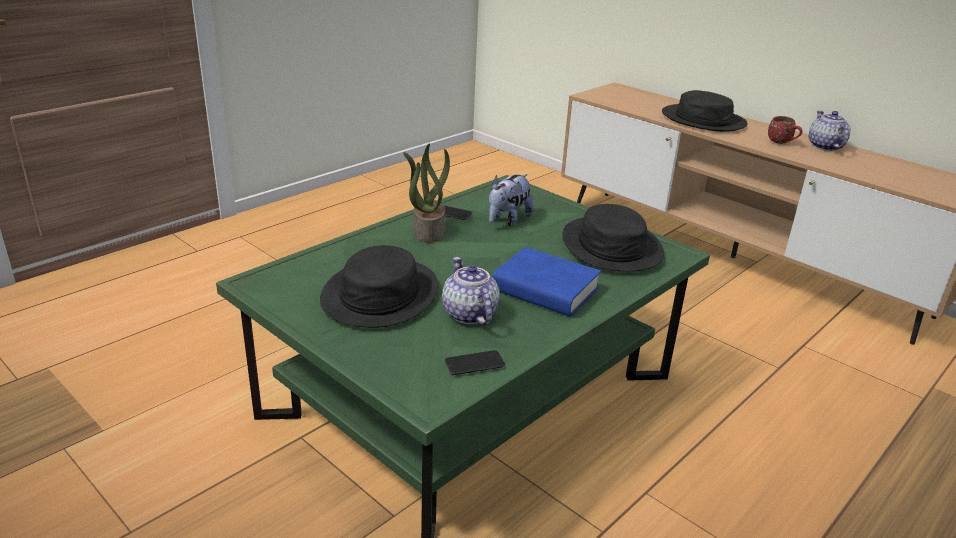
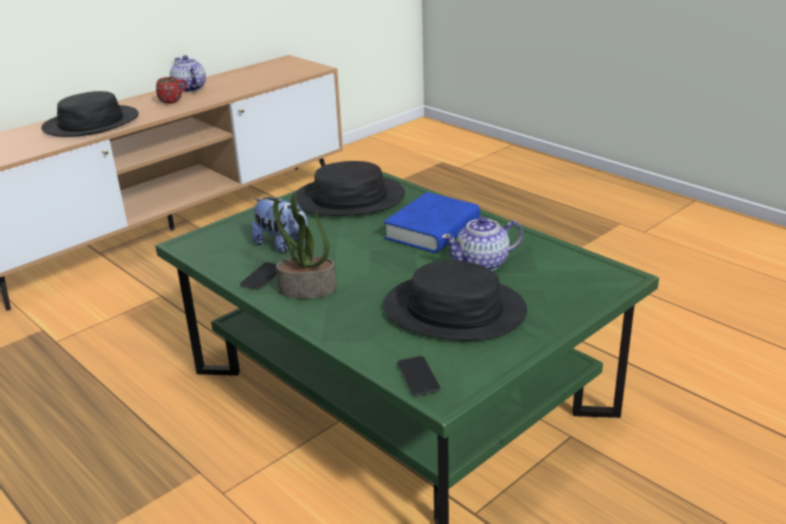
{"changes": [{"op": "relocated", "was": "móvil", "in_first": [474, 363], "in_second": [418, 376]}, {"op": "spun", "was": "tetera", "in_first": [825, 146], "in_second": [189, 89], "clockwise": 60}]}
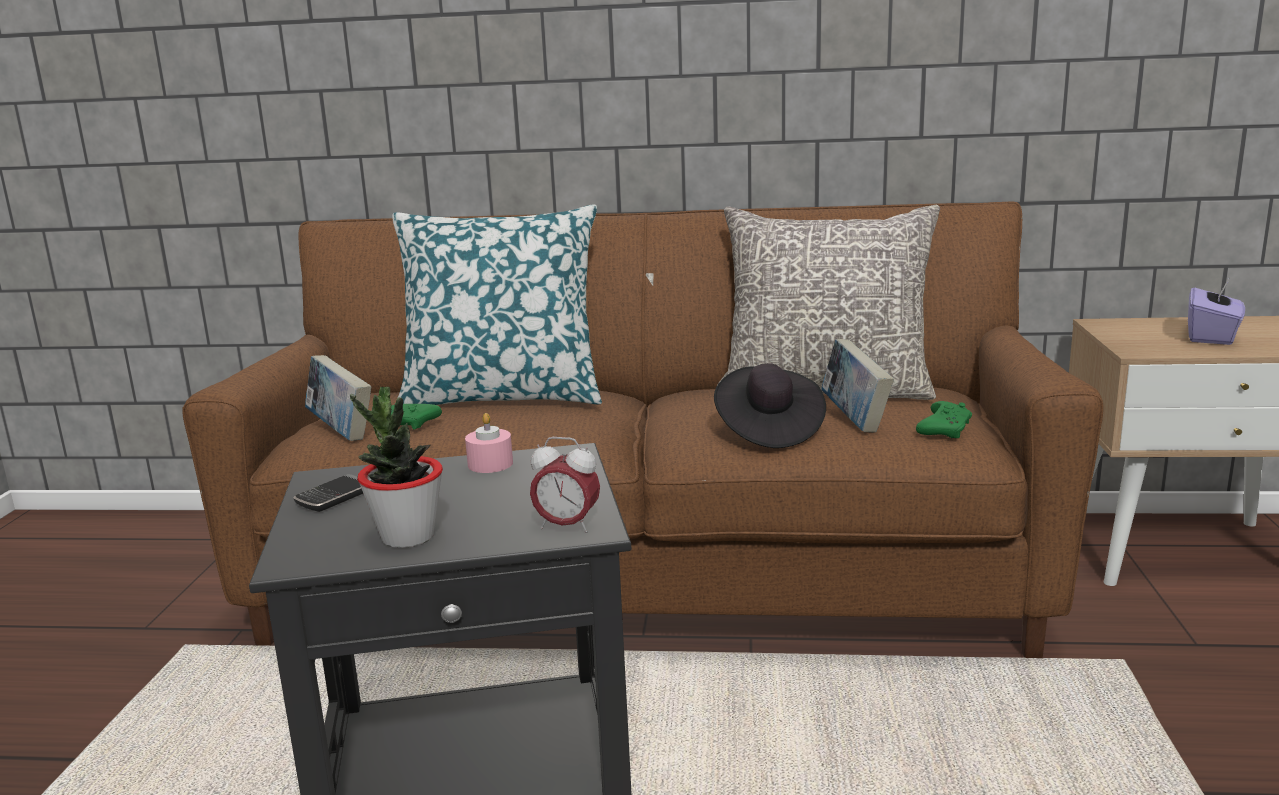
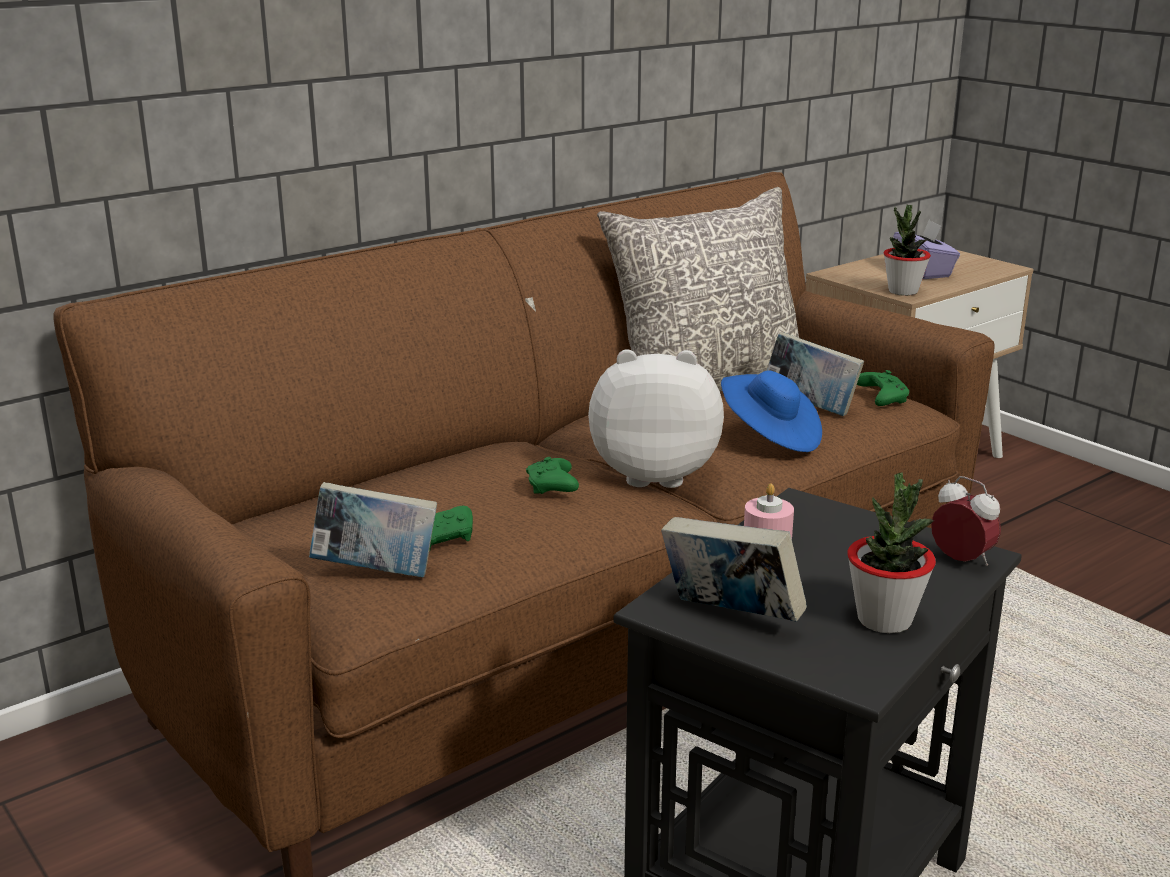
{"changes": [{"op": "exchanged", "was": "móvil", "now": "libro", "in_first": [335, 497], "in_second": [730, 617]}, {"op": "missing", "was": "cojín", "in_first": [503, 397]}, {"op": "spun", "was": "despertador", "in_first": [567, 526], "in_second": [961, 561], "clockwise": -105}, {"op": "colour", "was": "sombrero [negro]", "now": "sombrero [azul]", "in_first": [768, 430], "in_second": [770, 437]}, {"op": "appeared", "now": "mando de consola [verde]", "in_second": [552, 487]}, {"op": "appeared", "now": "peluche", "in_second": [654, 474]}, {"op": "appeared", "now": "planta en maceta", "in_second": [903, 291]}]}
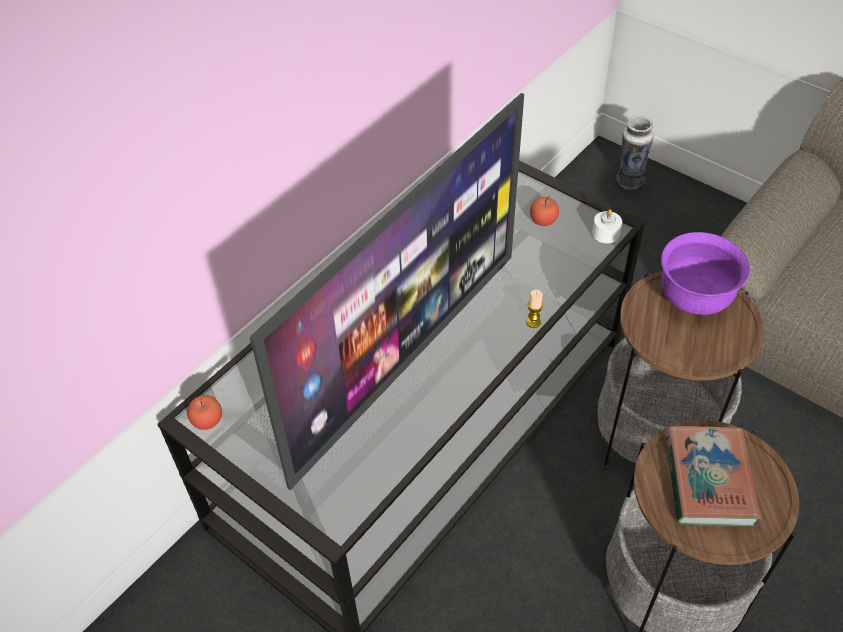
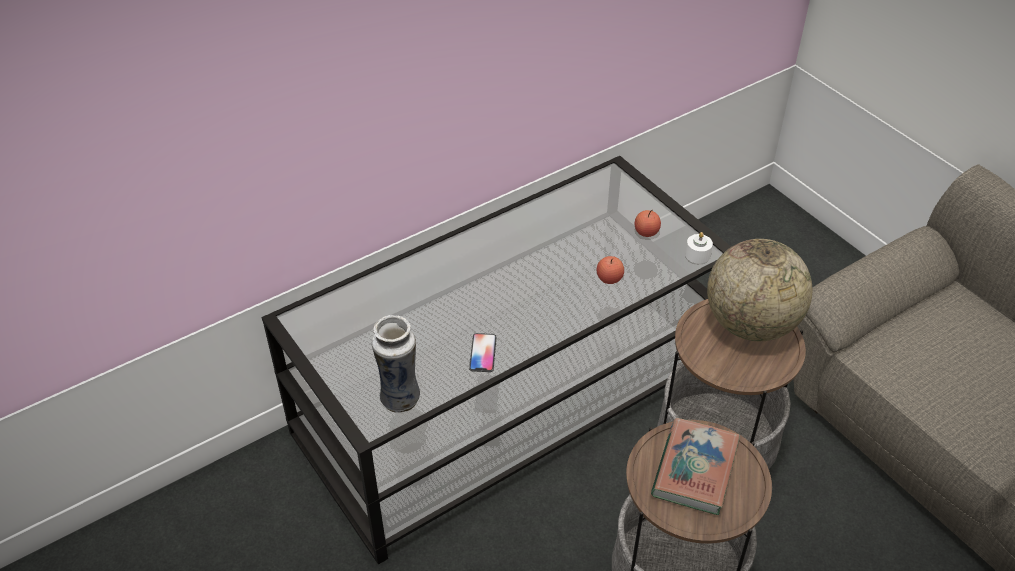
{"changes": [{"op": "relocated", "was": "manzana", "in_first": [207, 421], "in_second": [609, 279]}, {"op": "missing", "was": "televisor", "in_first": [405, 359]}, {"op": "missing", "was": "vela", "in_first": [533, 322]}, {"op": "relocated", "was": "florero", "in_first": [629, 181], "in_second": [400, 398]}, {"op": "exchanged", "was": "cuenco [morado]", "now": "globo terráqueo", "in_first": [694, 299], "in_second": [751, 324]}, {"op": "appeared", "now": "móvil", "in_second": [483, 353]}]}
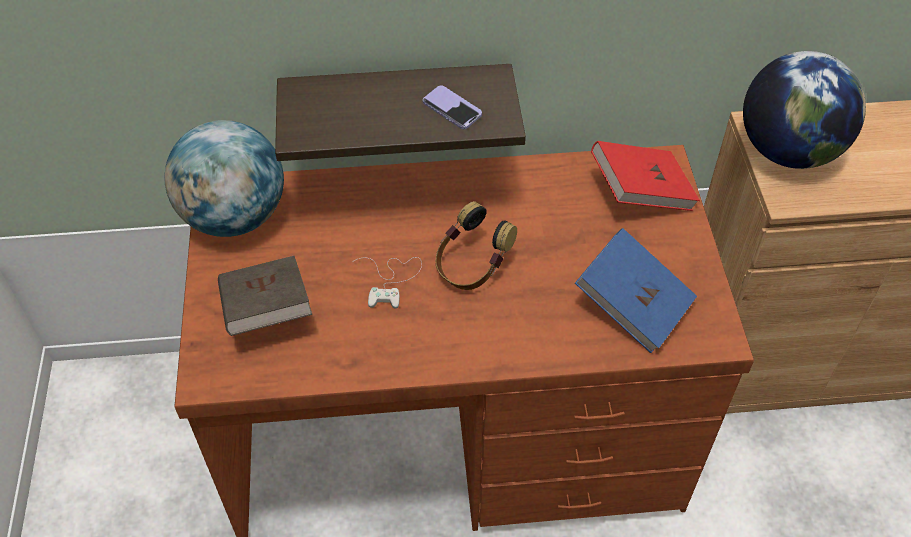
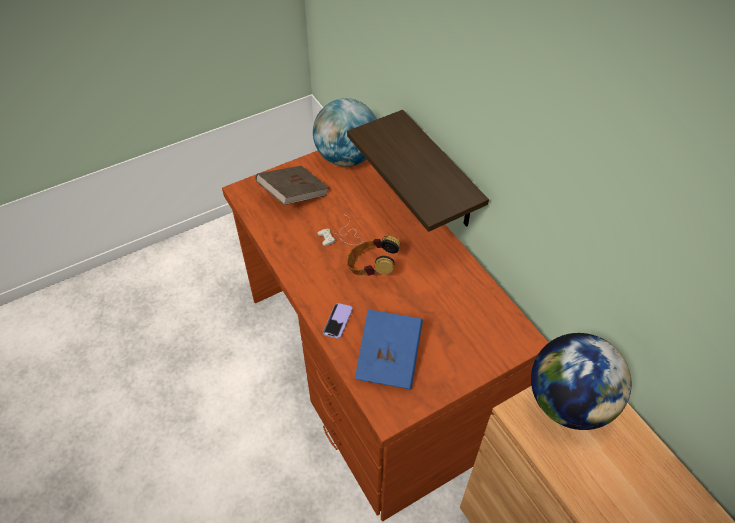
{"changes": [{"op": "relocated", "was": "móvil", "in_first": [452, 109], "in_second": [337, 321]}, {"op": "missing", "was": "libro [rojo]", "in_first": [641, 192]}]}
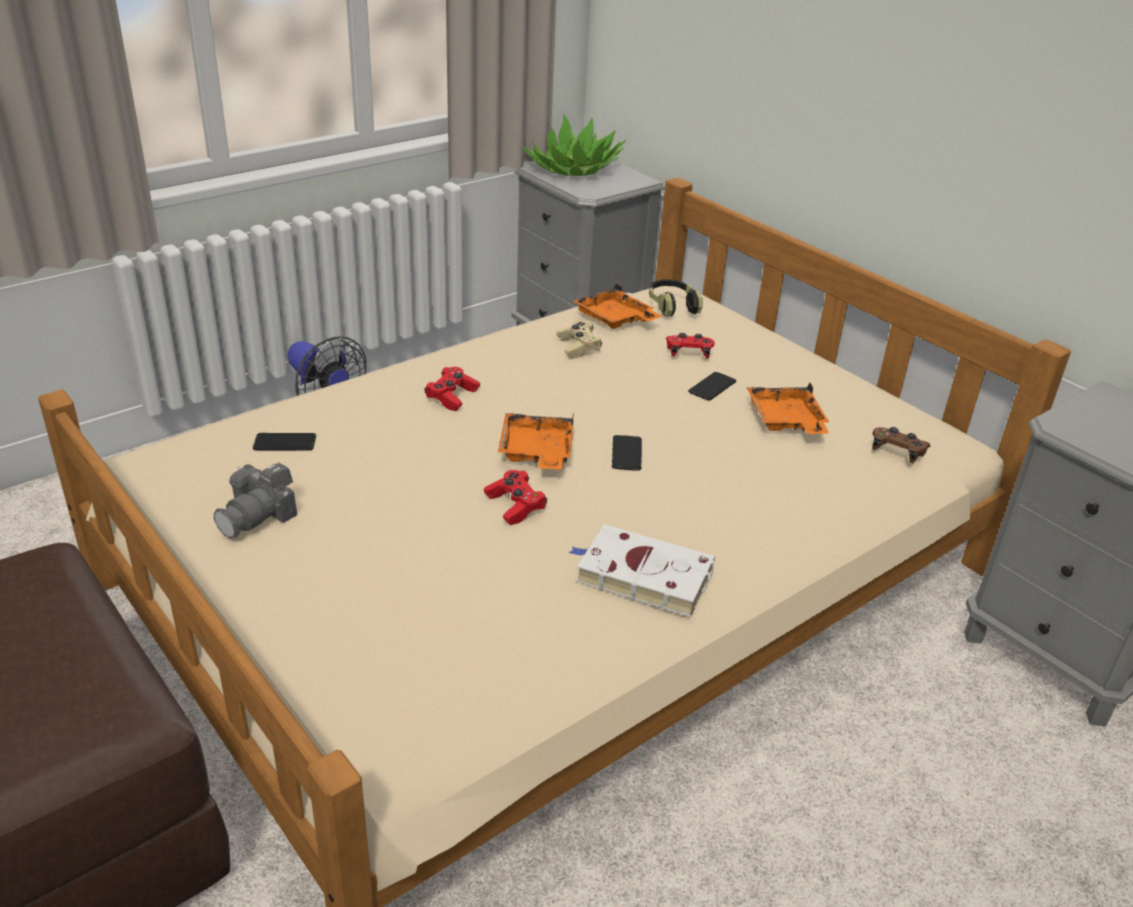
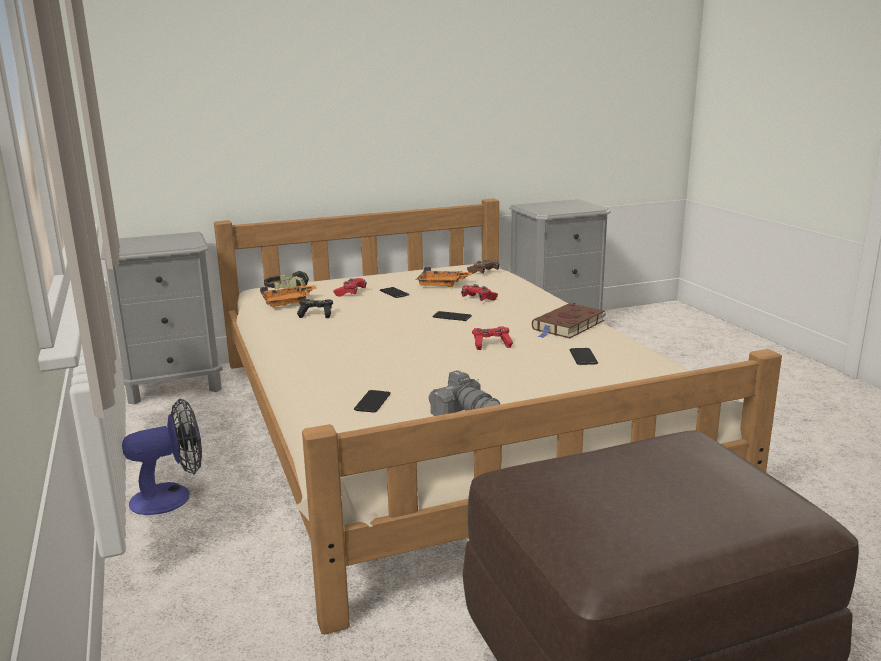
{"changes": [{"op": "relocated", "was": "mando de consola [rojo]", "in_first": [452, 397], "in_second": [478, 299]}, {"op": "missing", "was": "bandeja [naranja]", "in_first": [536, 453]}, {"op": "missing", "was": "planta en maceta", "in_first": [571, 168]}, {"op": "colour", "was": "mando de consola [beis]", "now": "mando de consola [negro]", "in_first": [578, 347], "in_second": [316, 314]}, {"op": "colour", "was": "libro [blanco]", "now": "libro [marrón]", "in_first": [640, 575], "in_second": [567, 326]}, {"op": "appeared", "now": "móvil", "in_second": [583, 357]}]}
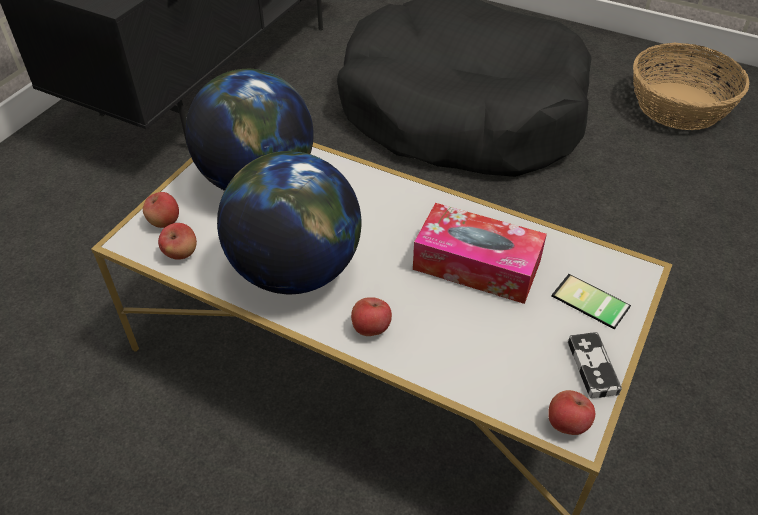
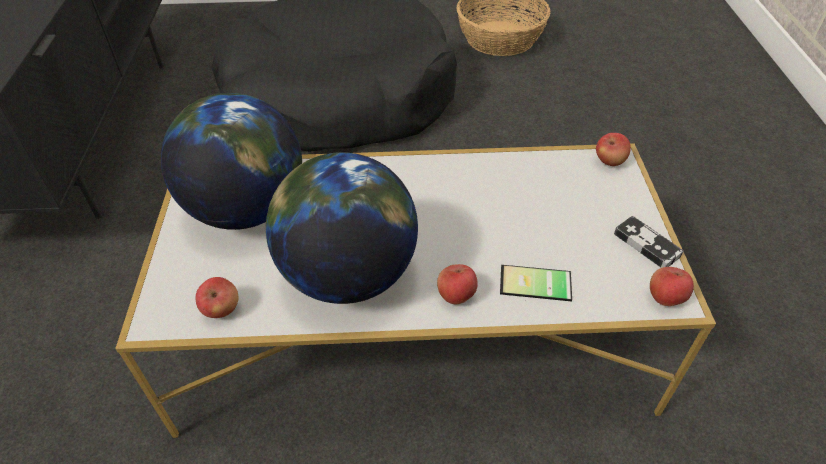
{"changes": [{"op": "relocated", "was": "manzana", "in_first": [164, 222], "in_second": [609, 161]}, {"op": "missing", "was": "caja de pañuelos", "in_first": [476, 265]}, {"op": "relocated", "was": "móvil", "in_first": [588, 303], "in_second": [535, 286]}]}
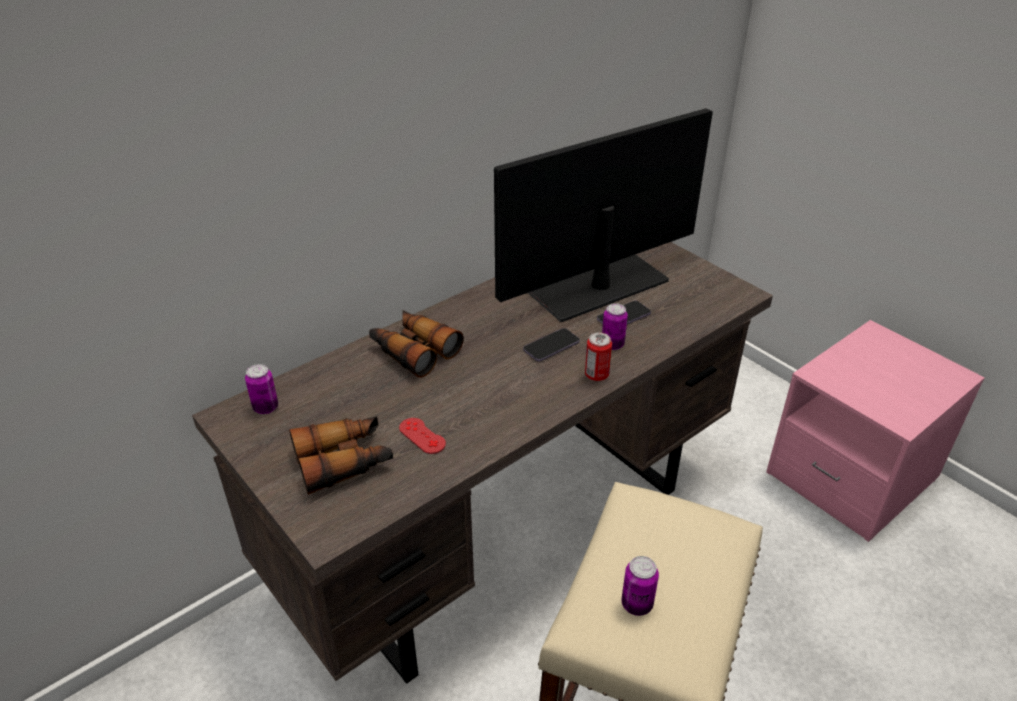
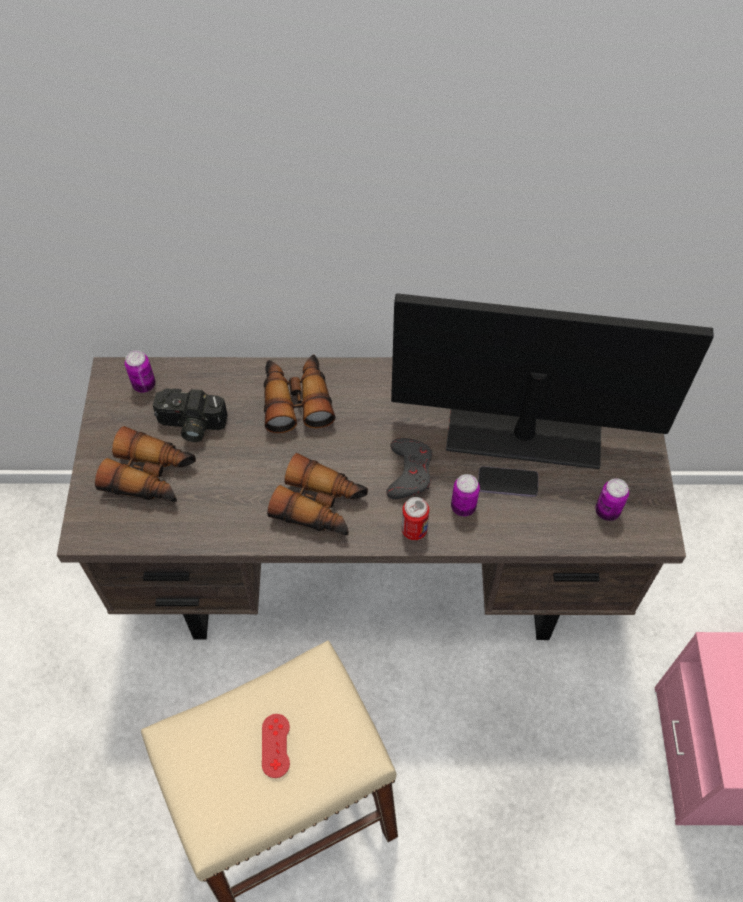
{"changes": [{"op": "relocated", "was": "mando de consola [rojo]", "in_first": [422, 436], "in_second": [275, 745]}, {"op": "exchanged", "was": "móvil", "now": "mando de consola [gris]", "in_first": [551, 346], "in_second": [409, 472]}, {"op": "relocated", "was": "lata", "in_first": [637, 604], "in_second": [607, 511]}, {"op": "appeared", "now": "cámara", "in_second": [190, 425]}, {"op": "appeared", "now": "prismáticos", "in_second": [321, 506]}]}
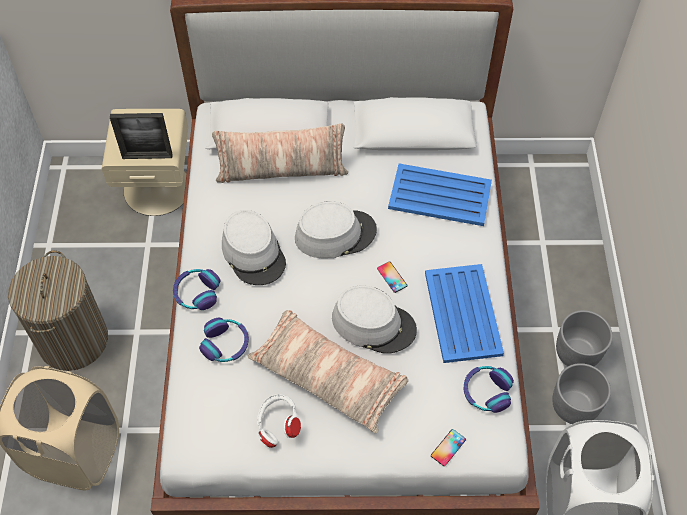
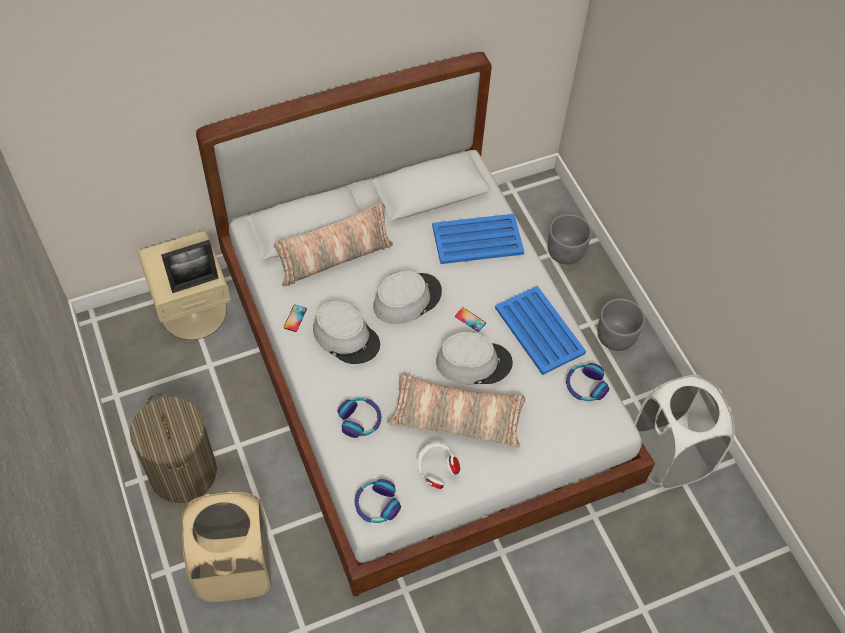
{"changes": [{"op": "relocated", "was": "auriculares", "in_first": [197, 293], "in_second": [376, 505]}, {"op": "relocated", "was": "móvil", "in_first": [448, 447], "in_second": [295, 318]}, {"op": "relocated", "was": "maceta [gris]", "in_first": [574, 406], "in_second": [565, 252]}]}
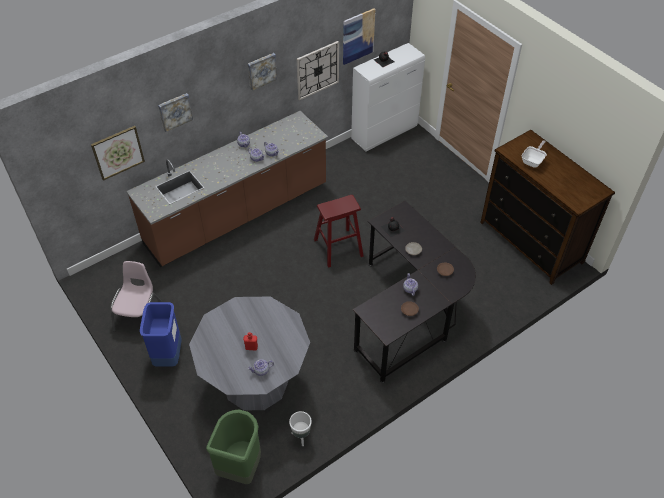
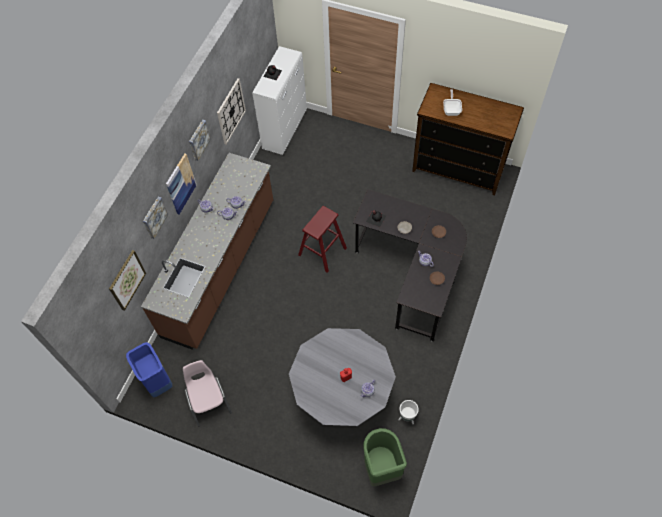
{"changes": [{"op": "relocated", "was": "papelera [azul]", "in_first": [168, 355], "in_second": [158, 382]}, {"op": "relocated", "was": "cuadro", "in_first": [358, 36], "in_second": [180, 184]}]}
